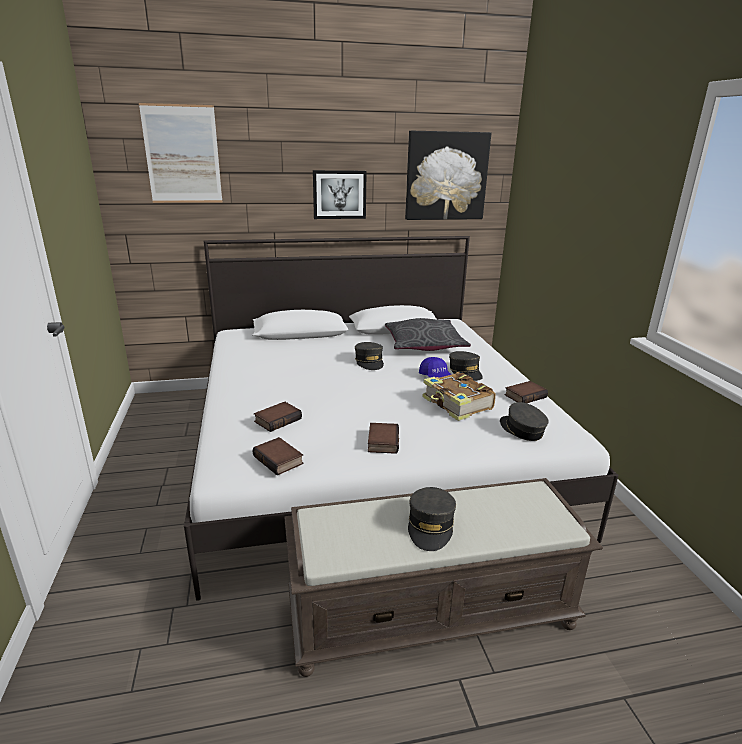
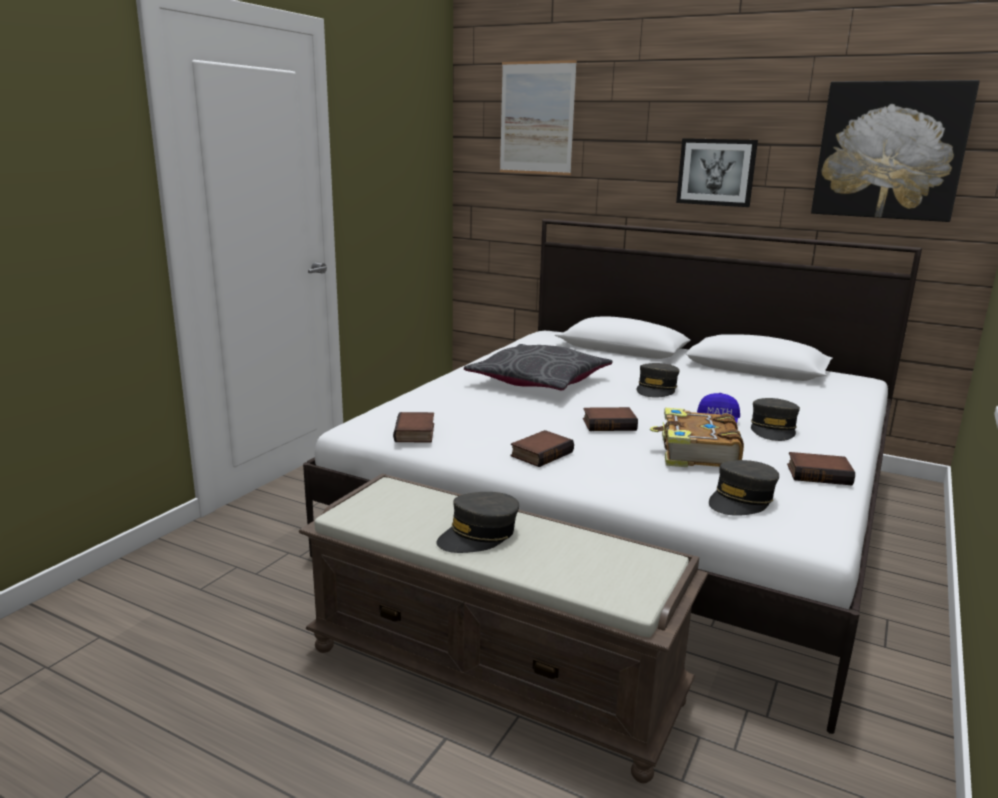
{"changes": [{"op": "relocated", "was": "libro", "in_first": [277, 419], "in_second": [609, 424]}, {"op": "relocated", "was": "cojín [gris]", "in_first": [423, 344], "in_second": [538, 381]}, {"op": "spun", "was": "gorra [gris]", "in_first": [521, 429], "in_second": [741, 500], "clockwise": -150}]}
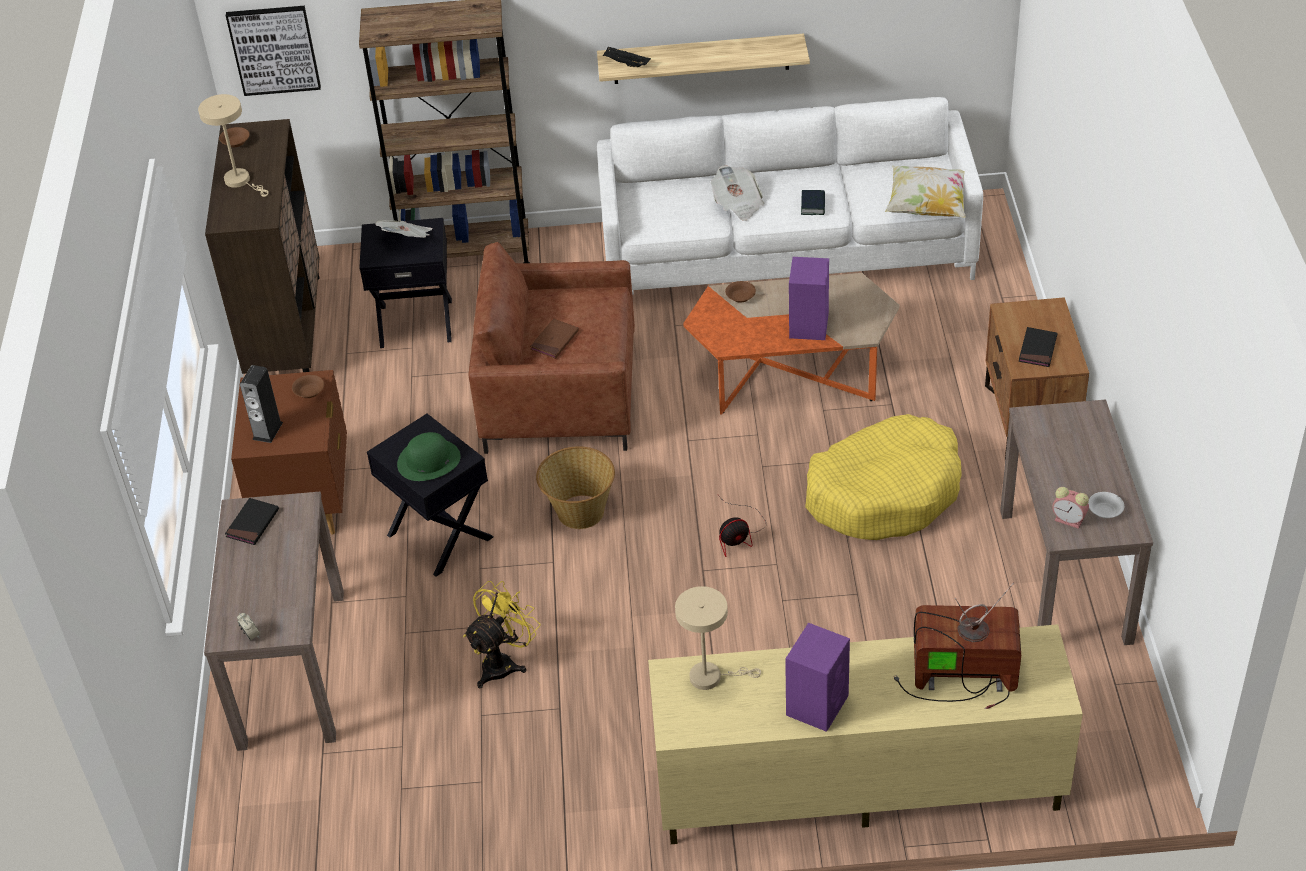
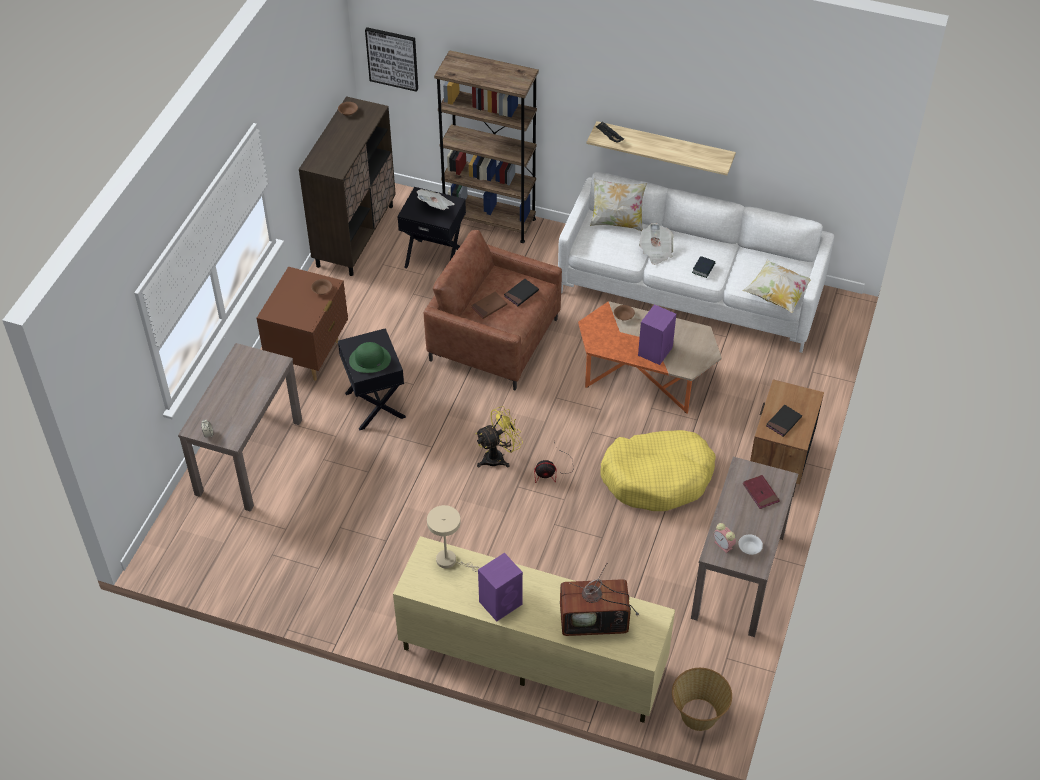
{"changes": [{"op": "missing", "was": "lámpara de mesa [beis]", "in_first": [241, 181]}, {"op": "relocated", "was": "libro [negro]", "in_first": [252, 523], "in_second": [521, 294]}, {"op": "missing", "was": "altavoz", "in_first": [267, 431]}, {"op": "relocated", "was": "ventilador [amarillo]", "in_first": [503, 662], "in_second": [498, 457]}, {"op": "relocated", "was": "cesta", "in_first": [579, 512], "in_second": [698, 714]}, {"op": "spun", "was": "televisor", "in_first": [960, 676], "in_second": [595, 619], "clockwise": 150}, {"op": "appeared", "now": "cojín", "in_second": [617, 223]}, {"op": "appeared", "now": "libro [rojo]", "in_second": [760, 493]}]}
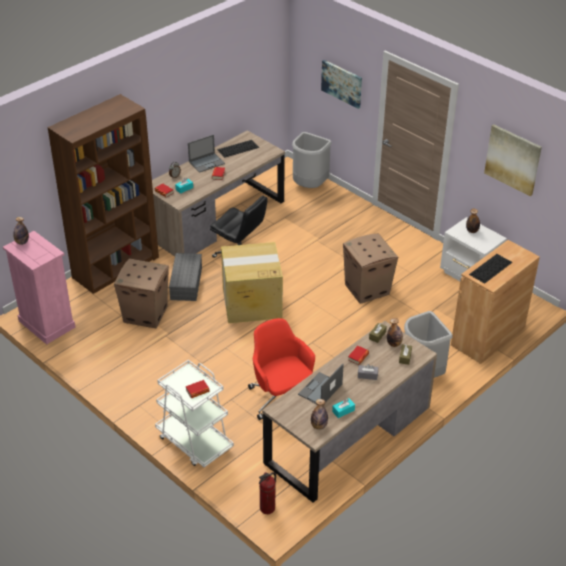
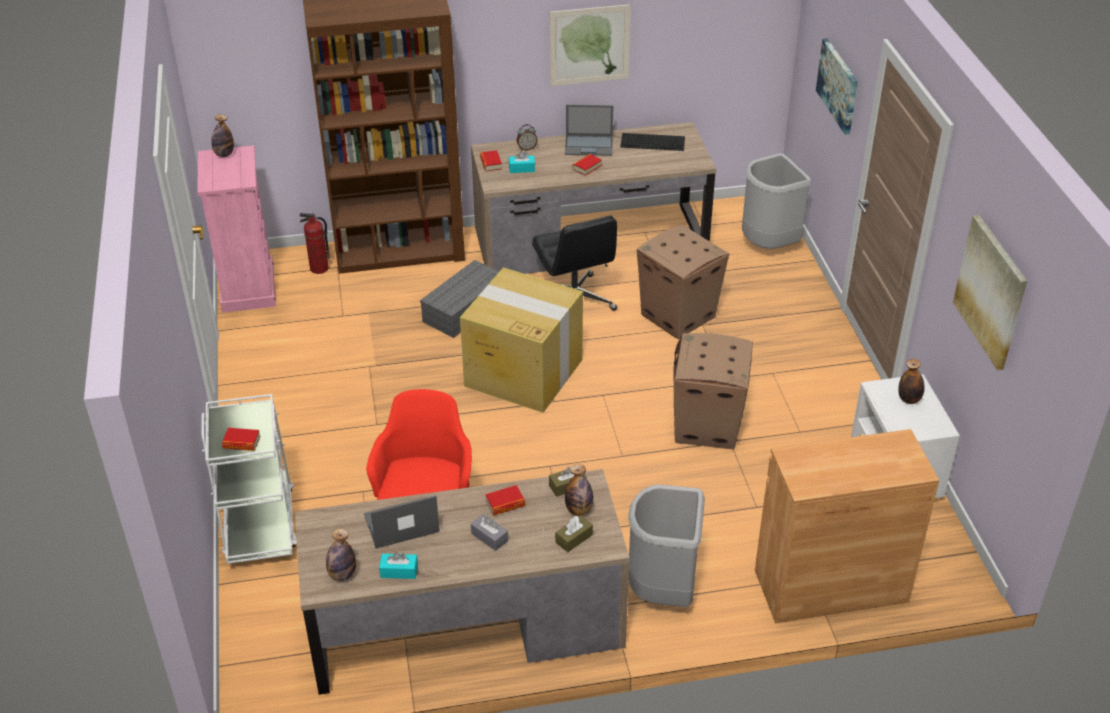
{"changes": [{"op": "relocated", "was": "caja de cartón", "in_first": [146, 314], "in_second": [678, 316]}, {"op": "relocated", "was": "extintor", "in_first": [267, 508], "in_second": [319, 268]}, {"op": "missing", "was": "teclado", "in_first": [490, 268]}, {"op": "appeared", "now": "cuadro", "in_second": [589, 45]}]}
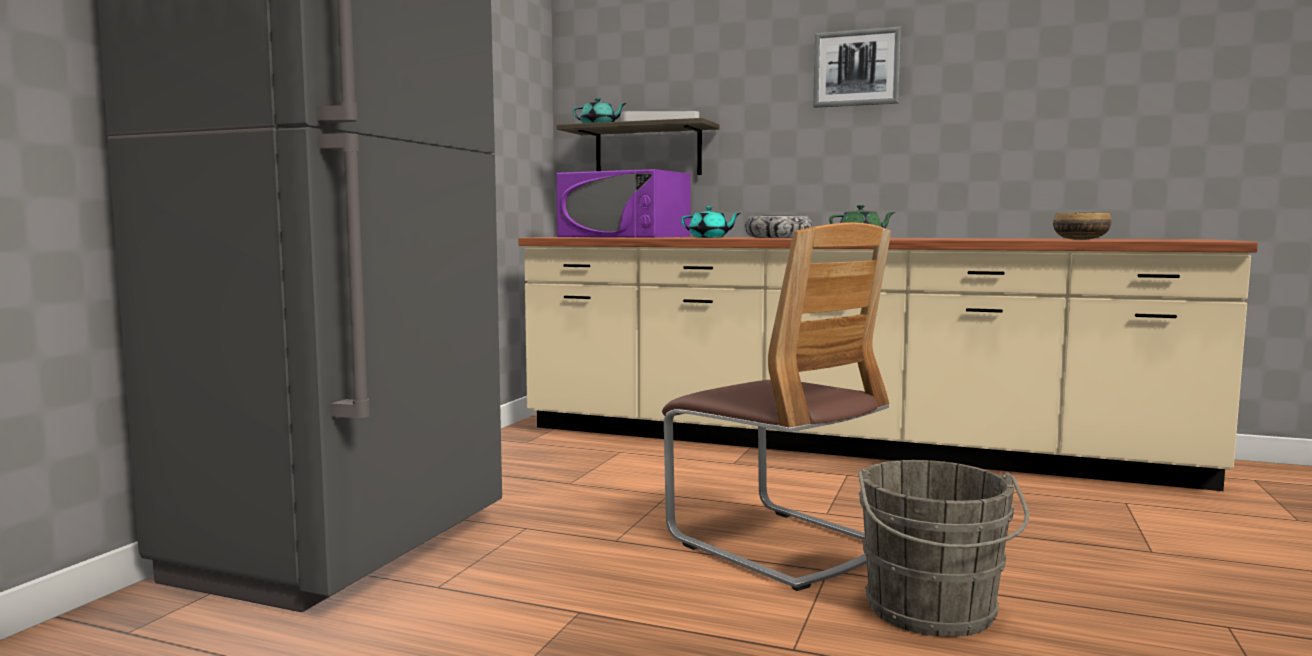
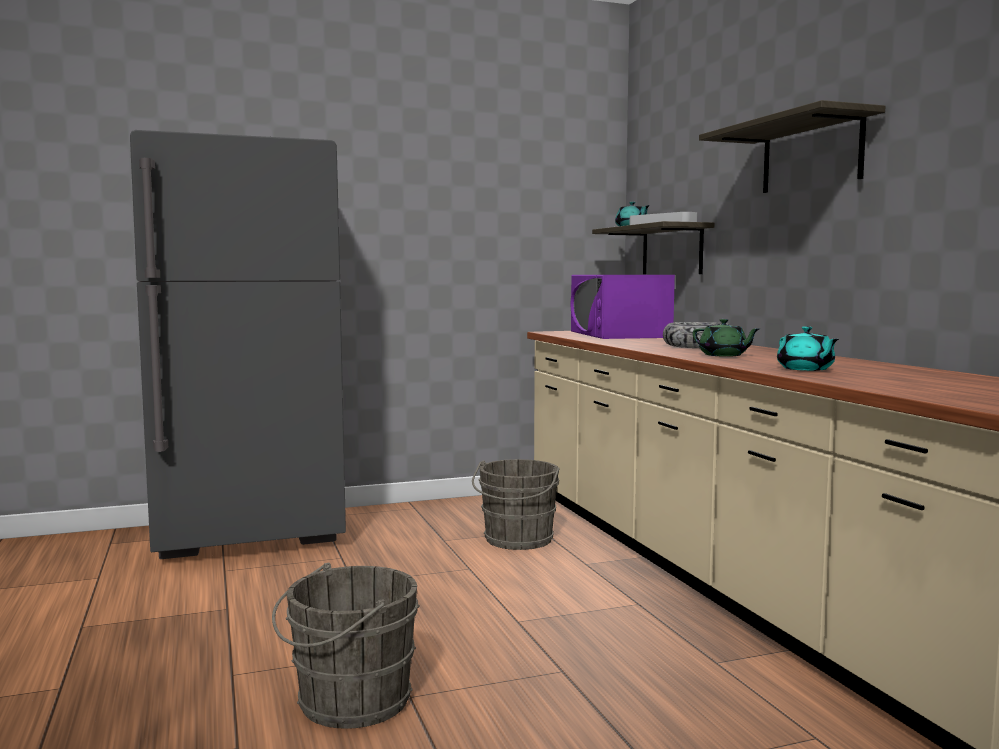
{"changes": [{"op": "missing", "was": "silla", "in_first": [777, 544]}, {"op": "relocated", "was": "tetera [turquesa]", "in_first": [709, 237], "in_second": [805, 369]}, {"op": "exchanged", "was": "cuadro", "now": "estante", "in_first": [856, 68], "in_second": [811, 155]}, {"op": "missing", "was": "cuenco", "in_first": [1081, 239]}, {"op": "appeared", "now": "cubo [gris]", "in_second": [517, 540]}]}
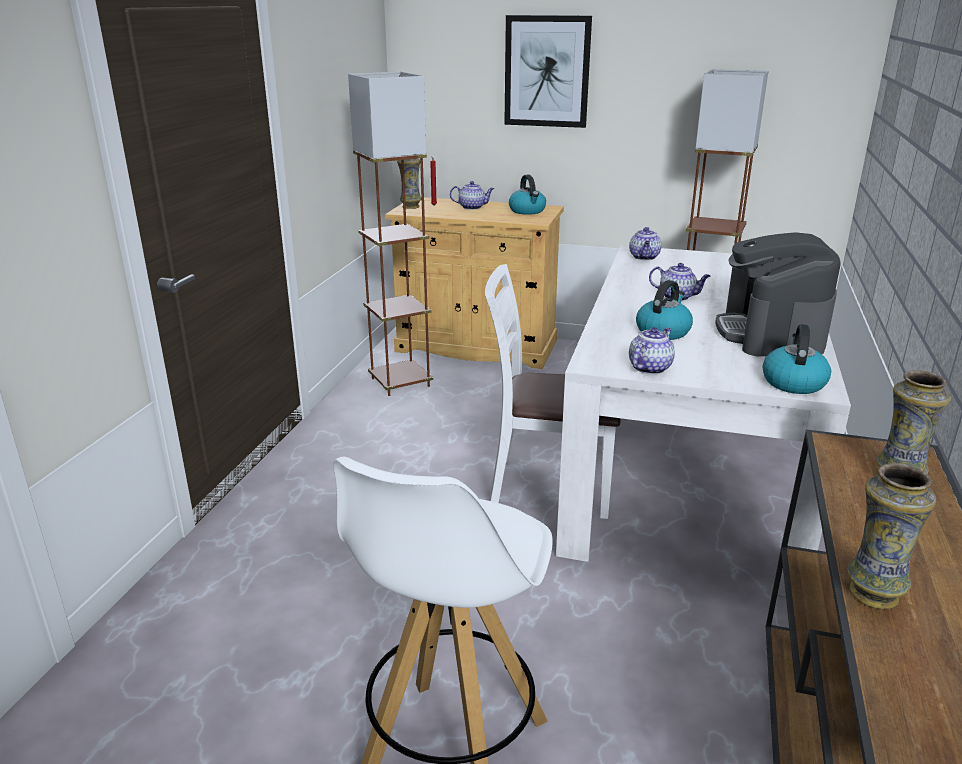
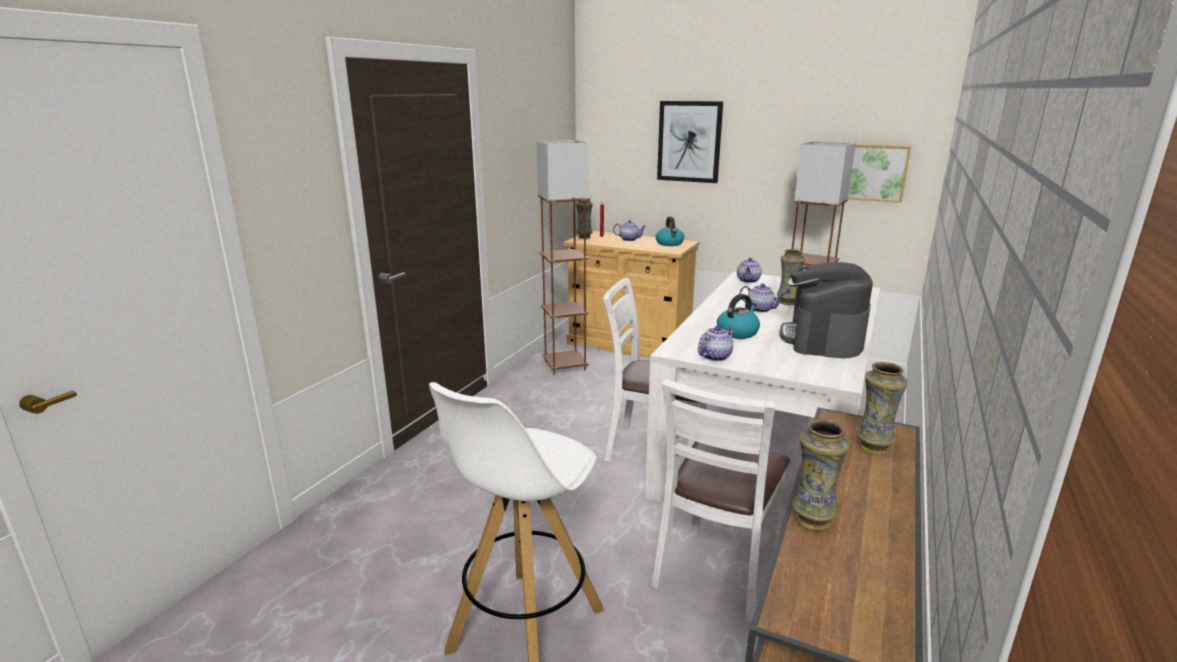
{"changes": [{"op": "missing", "was": "hervidor", "in_first": [793, 382]}, {"op": "appeared", "now": "silla [blanco]", "in_second": [717, 567]}, {"op": "appeared", "now": "florero", "in_second": [787, 302]}, {"op": "appeared", "now": "cuadro", "in_second": [876, 173]}]}
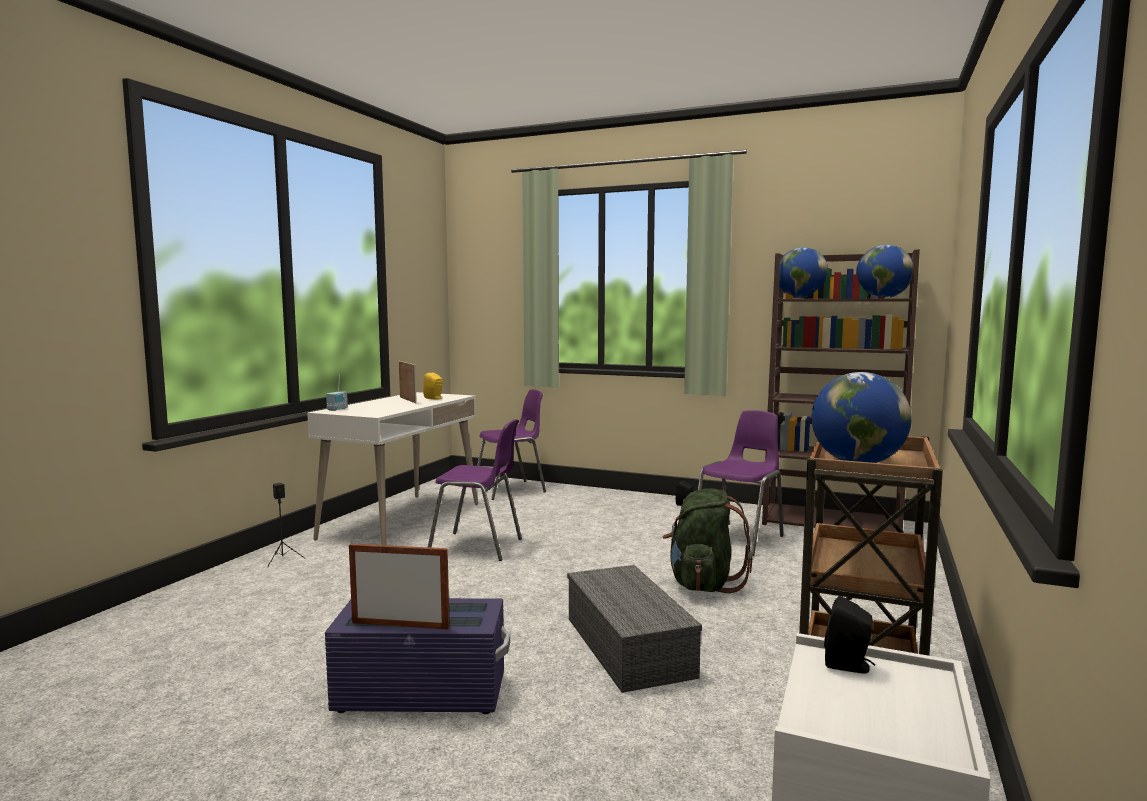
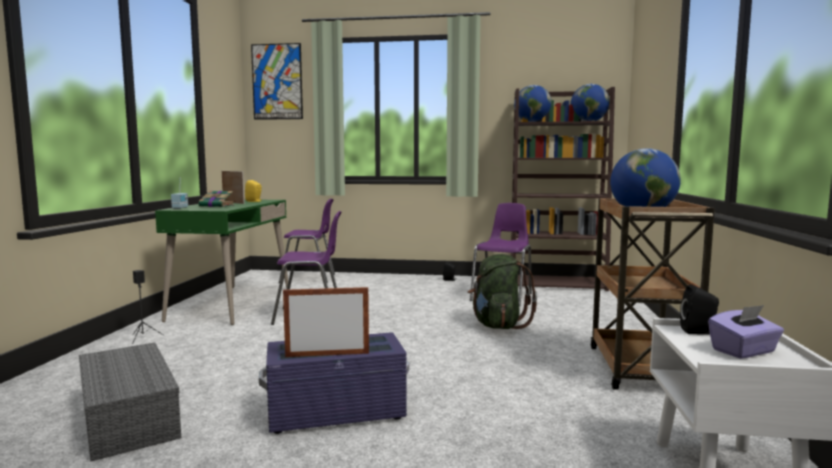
{"changes": [{"op": "colour", "was": "escritorio [blanco]", "now": "escritorio [verde]", "in_first": [402, 521], "in_second": [232, 304]}, {"op": "spun", "was": "silla [morado]", "in_first": [511, 490], "in_second": [309, 278], "clockwise": 45}, {"op": "relocated", "was": "caja de almacenaje [gris]", "in_first": [631, 647], "in_second": [131, 417]}, {"op": "appeared", "now": "libro", "in_second": [217, 206]}, {"op": "appeared", "now": "cuadro", "in_second": [277, 82]}, {"op": "appeared", "now": "caja de pañuelos [morado]", "in_second": [744, 351]}]}
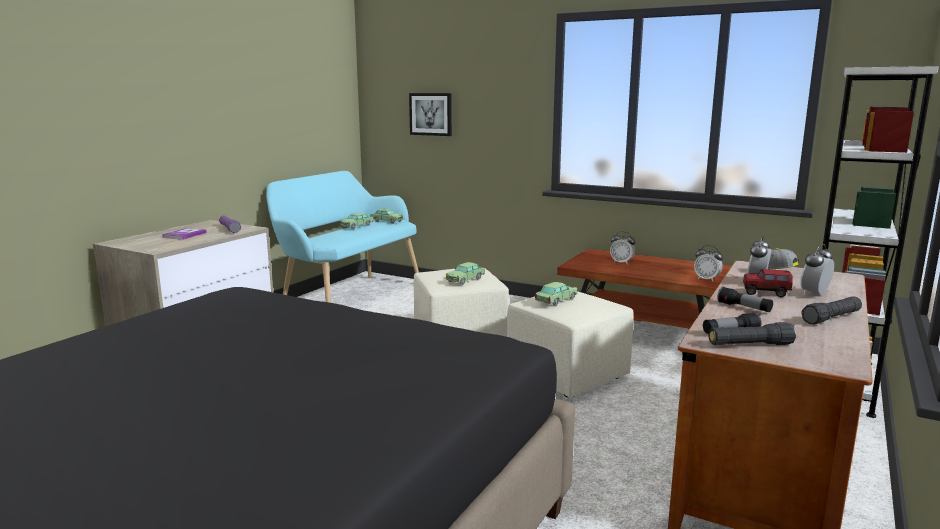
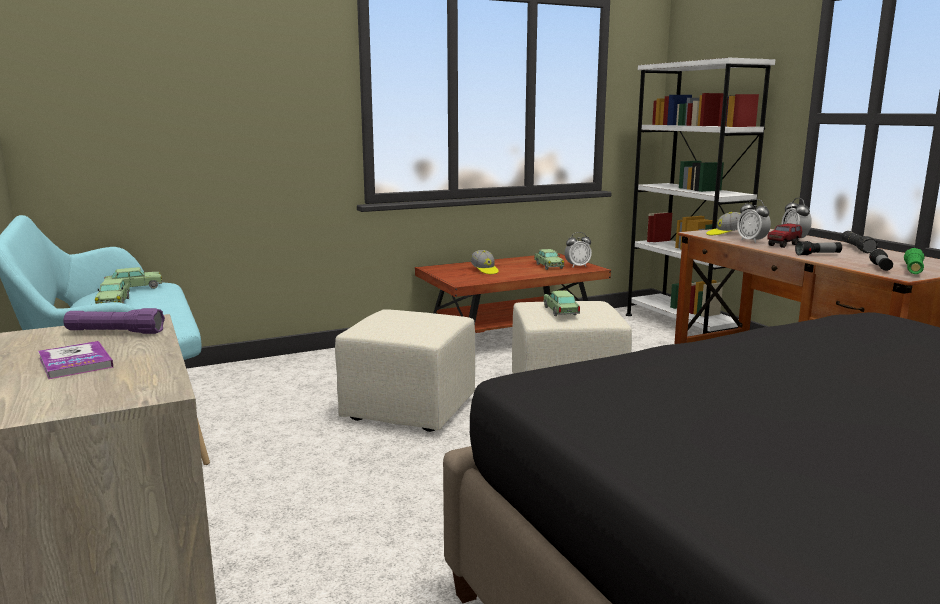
{"changes": [{"op": "missing", "was": "cuadro", "in_first": [431, 114]}, {"op": "relocated", "was": "coche de juguete", "in_first": [465, 280], "in_second": [548, 266]}, {"op": "exchanged", "was": "despertador", "now": "gorra", "in_first": [621, 262], "in_second": [484, 270]}, {"op": "colour", "was": "linterna [negro]", "now": "linterna [verde]", "in_first": [750, 345], "in_second": [913, 270]}]}
